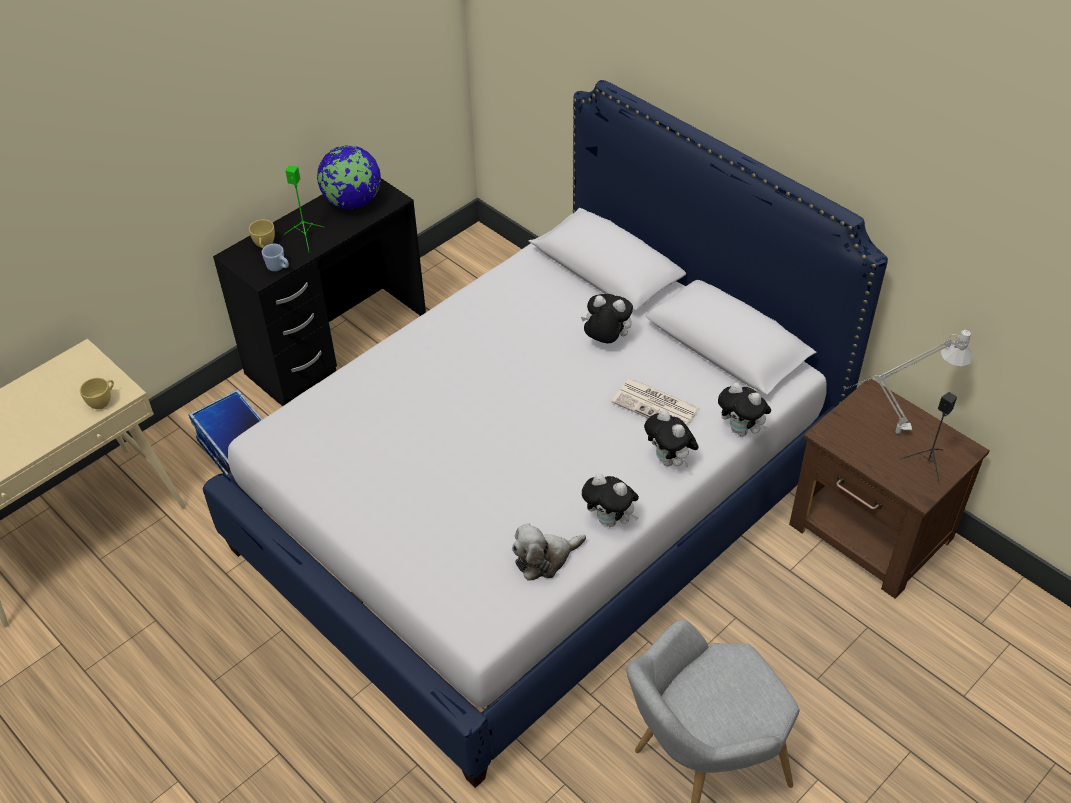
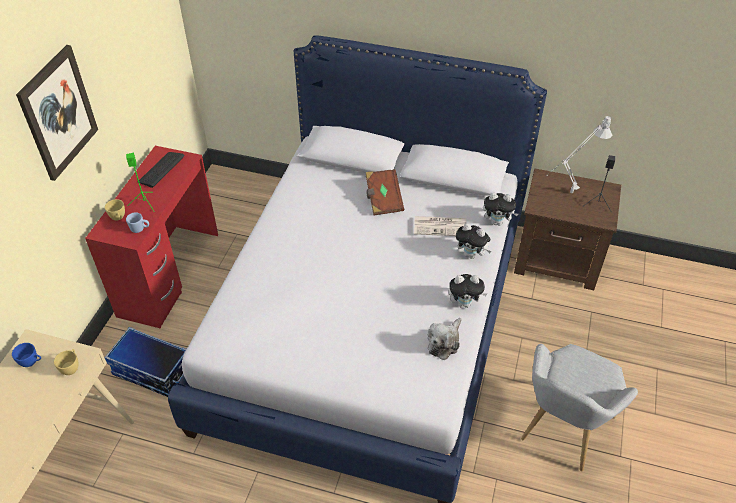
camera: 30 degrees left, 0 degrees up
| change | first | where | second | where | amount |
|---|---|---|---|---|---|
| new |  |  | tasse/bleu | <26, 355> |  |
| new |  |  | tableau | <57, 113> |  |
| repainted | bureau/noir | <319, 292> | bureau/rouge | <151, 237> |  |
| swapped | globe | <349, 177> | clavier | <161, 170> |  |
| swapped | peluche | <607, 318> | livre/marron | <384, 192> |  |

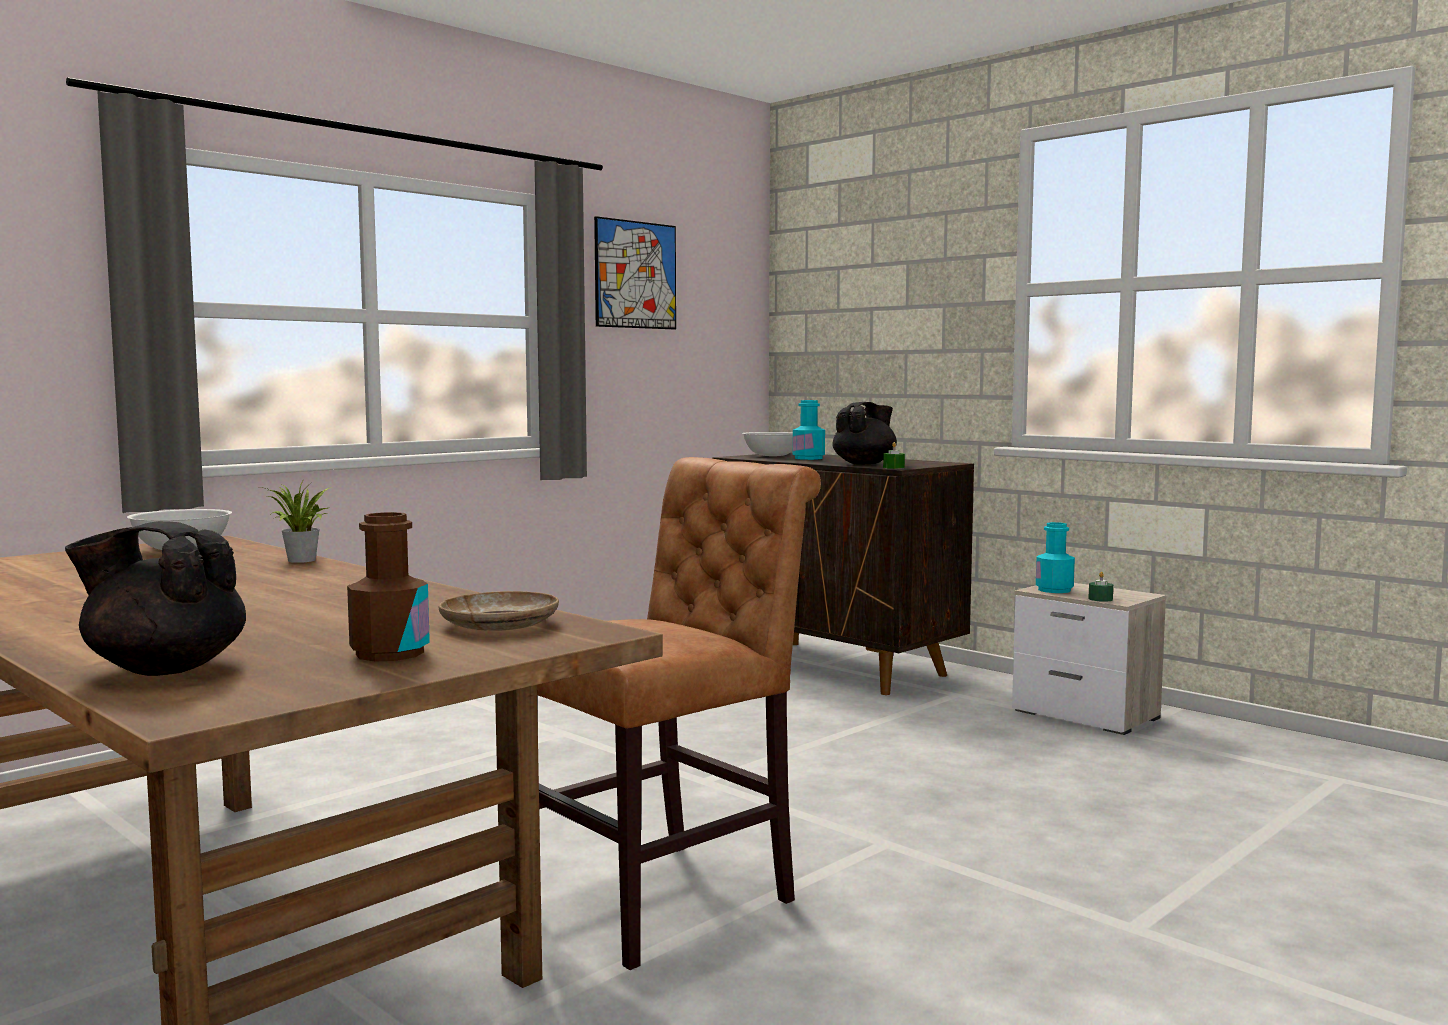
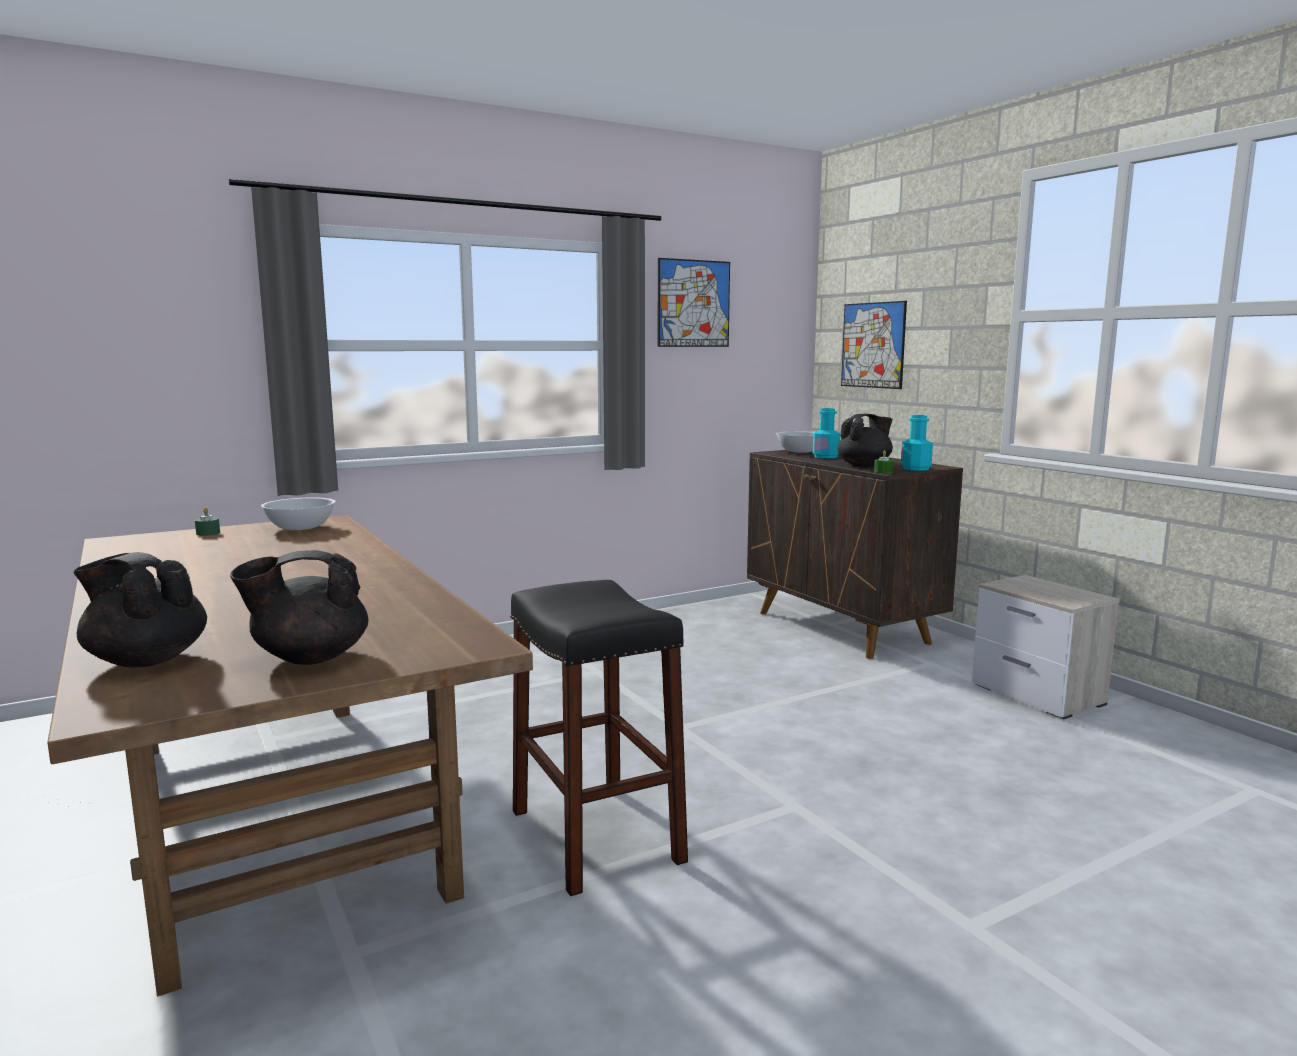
camera: 15 degrees right, 5 degrees up
| change | first | where | second | where | amount |
|---|---|---|---|---|---|
| shifted | bougie/vert | <1100, 587> |  | <207, 522> |  |
| swapped | bouteille/marron | <388, 587> | théière/noir | <299, 607> |  |
| swapped | chaise/marron | <679, 713> | tabouret/noir | <599, 738> |  |
| new |  |  | tableau | <874, 345> |  |
| shifted | bouteille/turquoise | <1055, 557> |  | <917, 443> |  |
| gone | plante en pot | <295, 522> |  |  |  |
| gone | assiette/beige | <498, 611> |  |  |  |

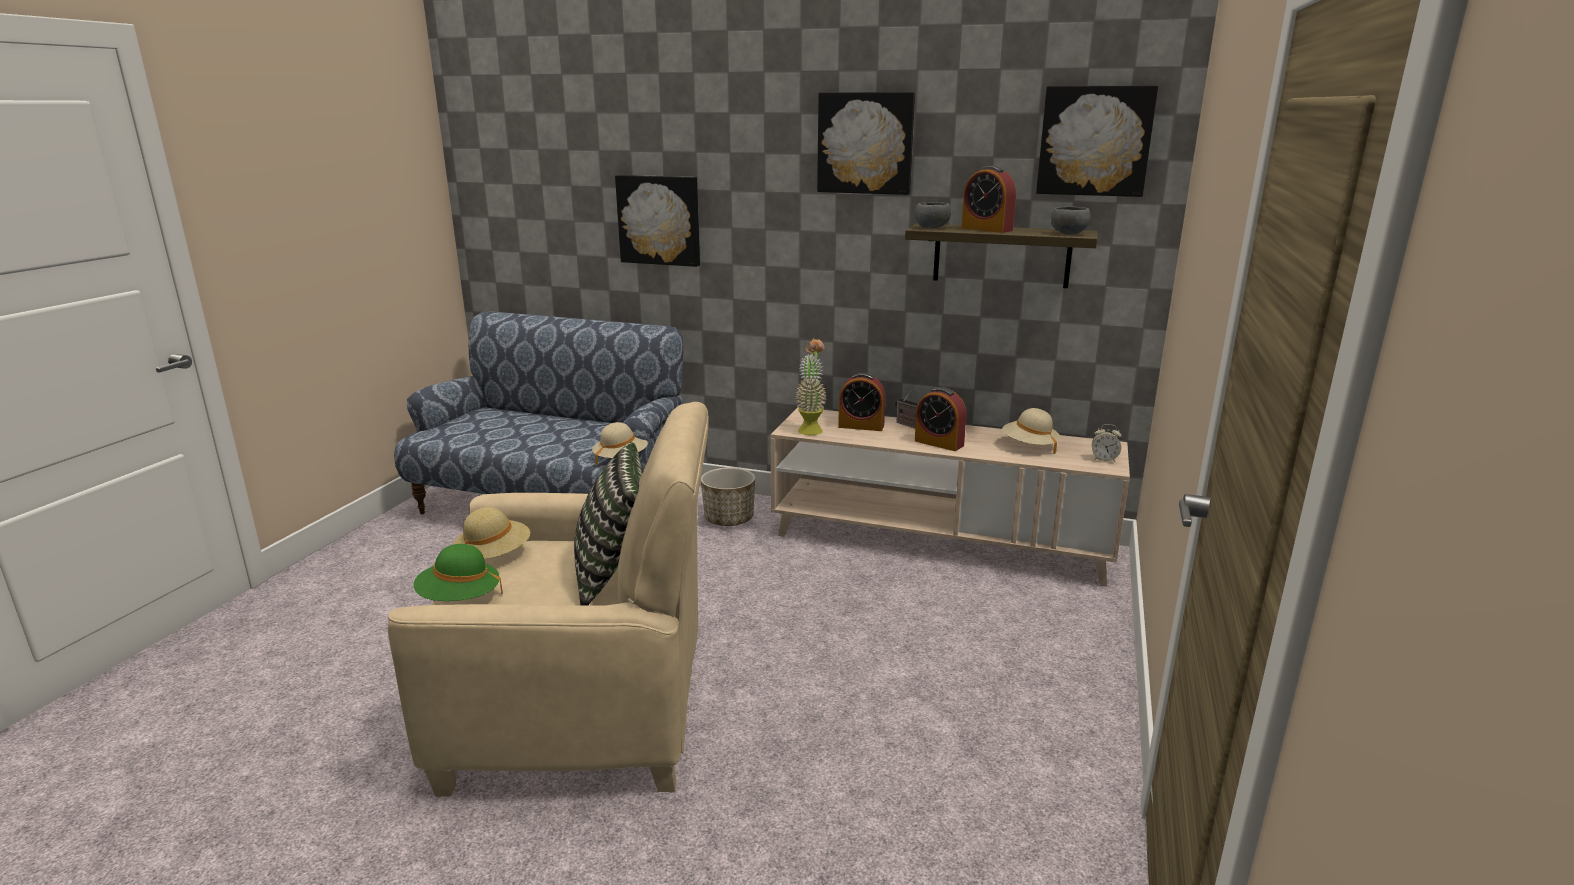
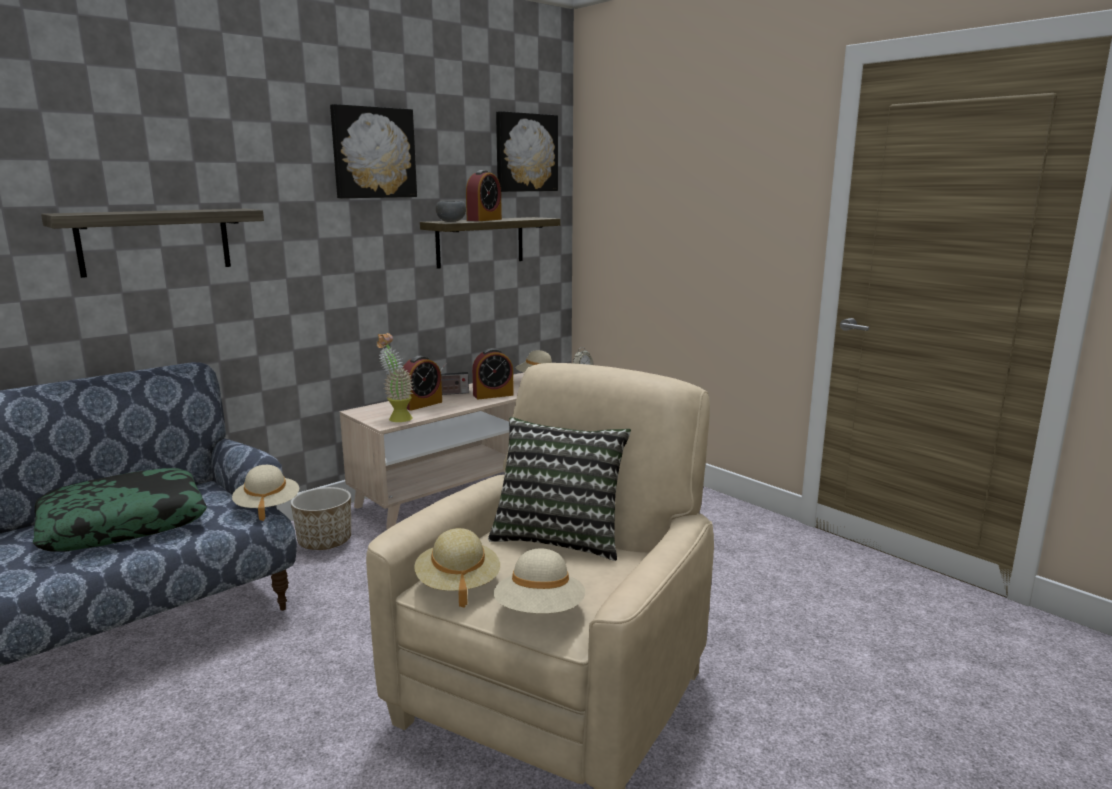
camera: 60 degrees left, 5 degrees down
| change | first | where | second | where | amount |
|---|---|---|---|---|---|
| new |  |  | coussin | <120, 510> |  |
| swapped | tableau | <657, 221> | étagère | <152, 243> |  |
| rotated | réveil | <988, 199> |  | <484, 195> | 45 degrees counterclockwise |
| repainted | chapeau/vert | <458, 572> | chapeau/beige | <539, 581> |  |
| gone | bol/gris | <1071, 220> |  |  |  |

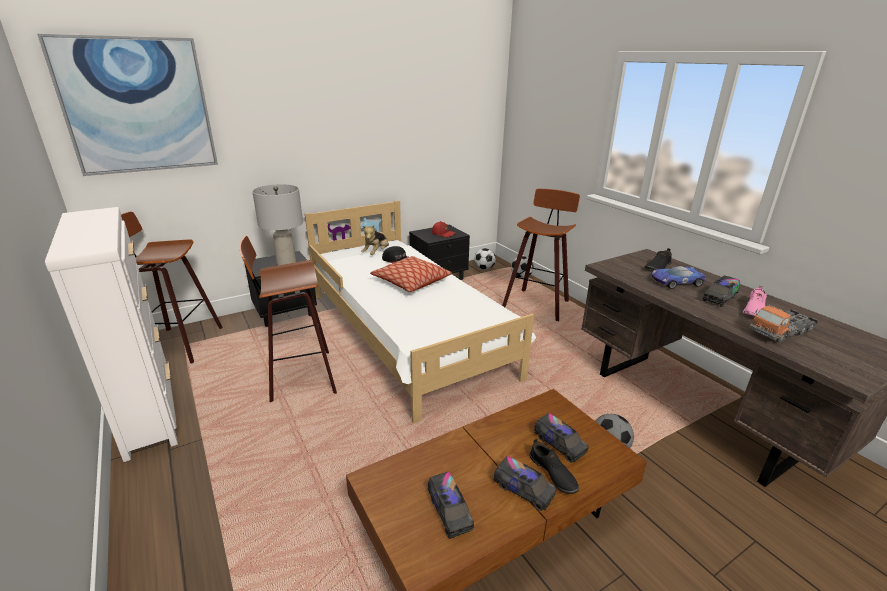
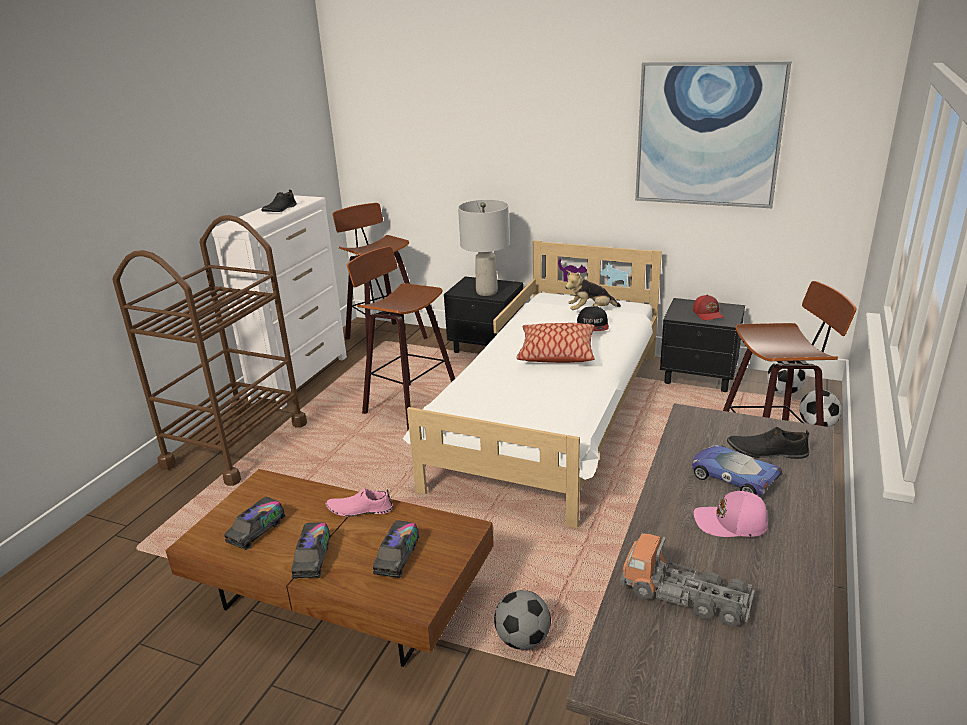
camera: 55 degrees right, 0 degrees up
| change | first | where | second | where | amount |
|---|---|---|---|---|---|
| new |  |  | chariot/marron | <209, 350> |  |
| shifted | chaussure/noir | <554, 466> |  | <279, 201> |  |
| shifted | chaussure/rose | <755, 301> |  | <359, 502> |  |
| shifted | tableau | <127, 105> |  | <713, 134> |  |
| swapped | camion jouet | <721, 291> | casquette/rose | <731, 514> |  |

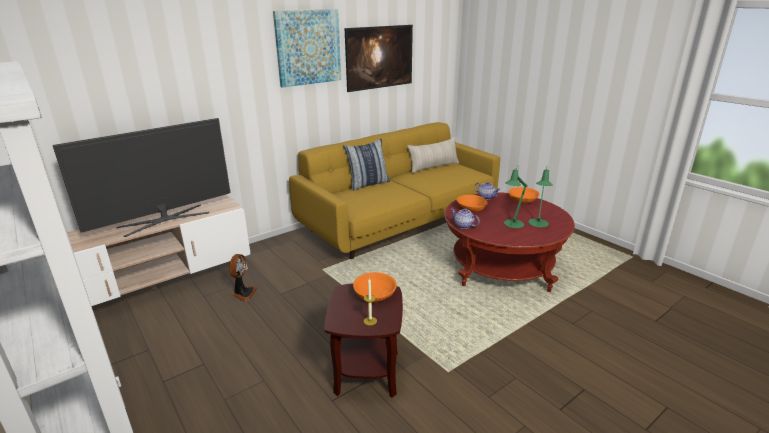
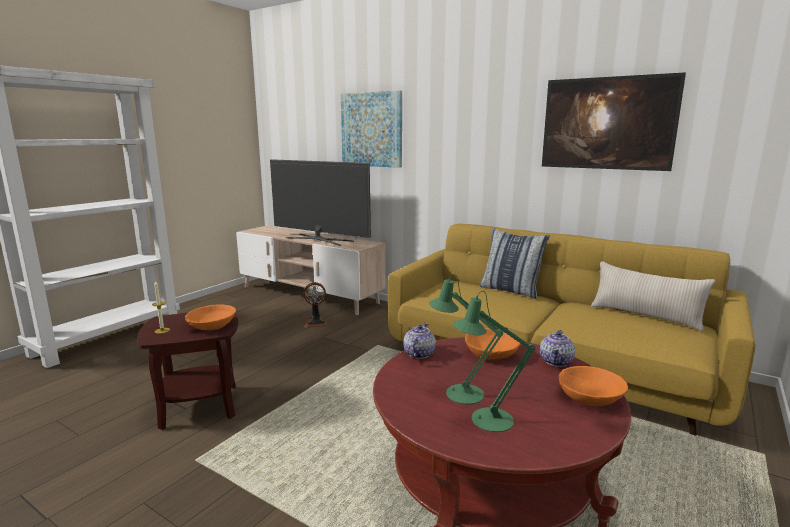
camera: 70 degrees right, 10 degrees down
| change | first | where | second | where | amount |
|---|---|---|---|---|---|
| shifted | tableau | <307, 48> |  | <371, 129> |  |

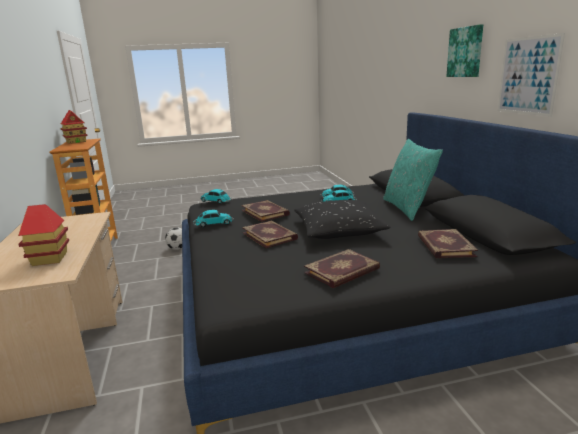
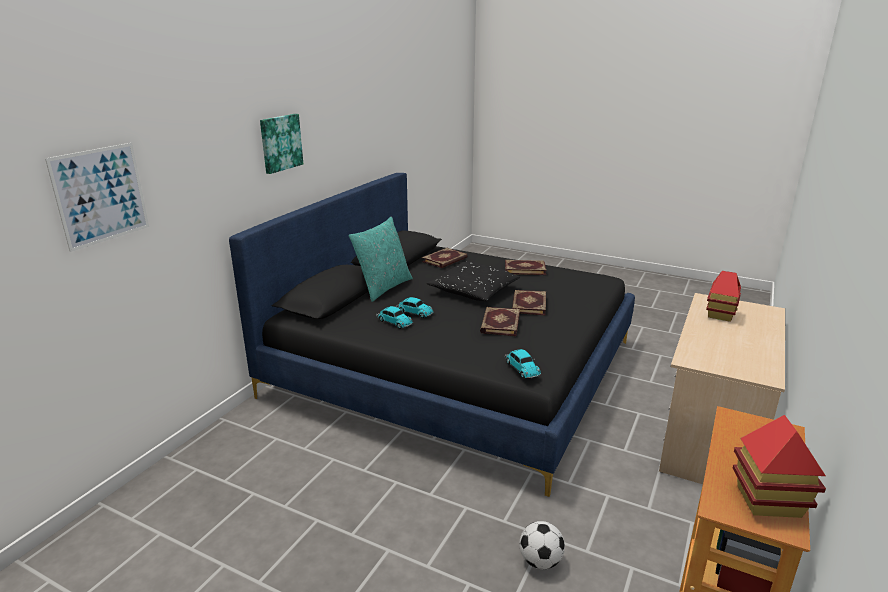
camera: 140 degrees left, 5 degrees up
| change | first | where | second | where | amount |
|---|---|---|---|---|---|
| shifted | tableau | <531, 75> |  | <97, 197> |  |
| gone | petite voiture | <213, 219> |  |  |  |

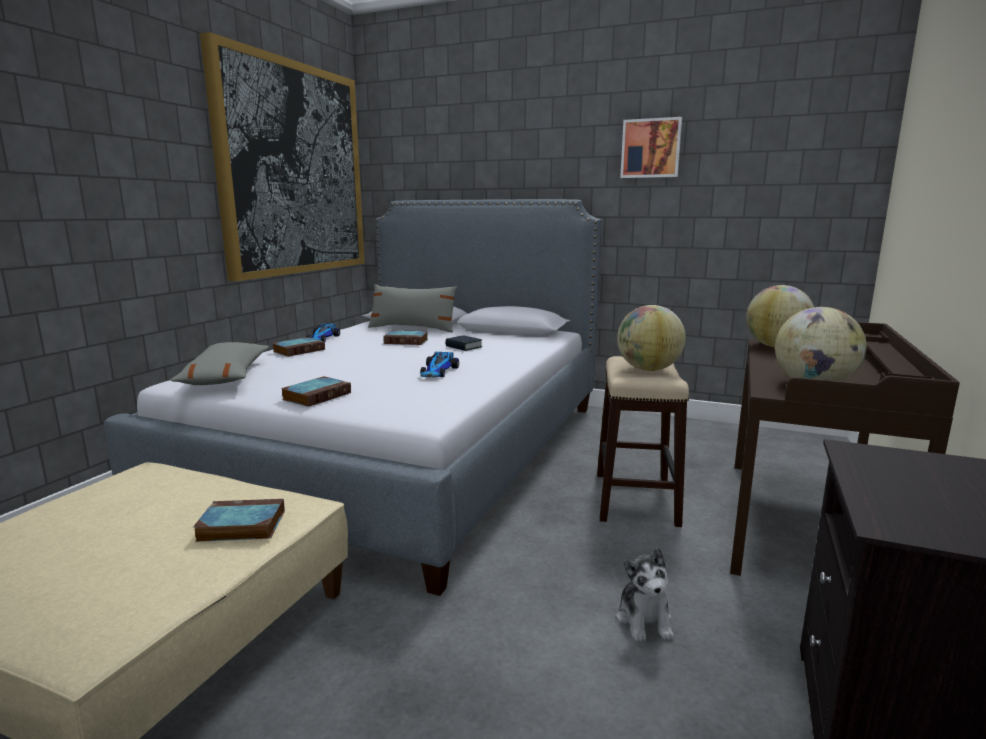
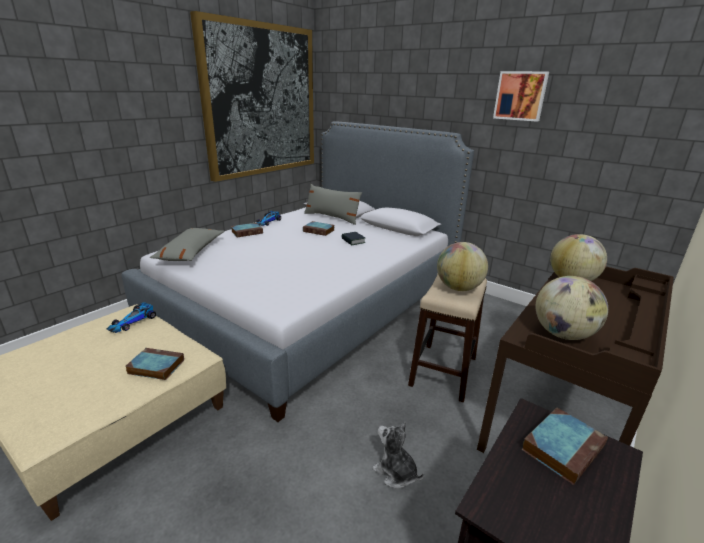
camera: 15 degrees right, 10 degrees up
| change | first | where | second | where | amount |
|---|---|---|---|---|---|
| shifted | petite voiture | <439, 365> |  | <131, 317> |  |
| rotated | peluche | <645, 595> |  | <398, 455> | 120 degrees clockwise |
| shifted | livre | <316, 391> |  | <565, 446> |  |

